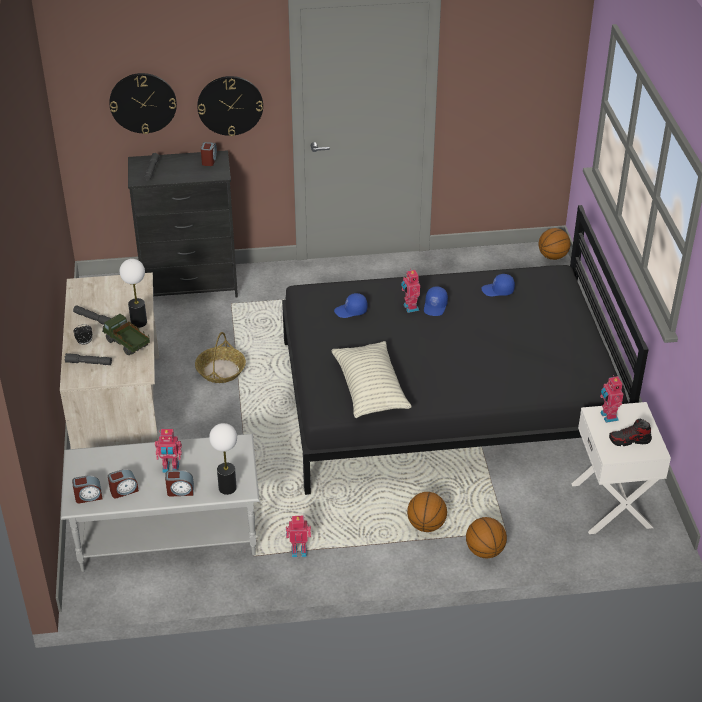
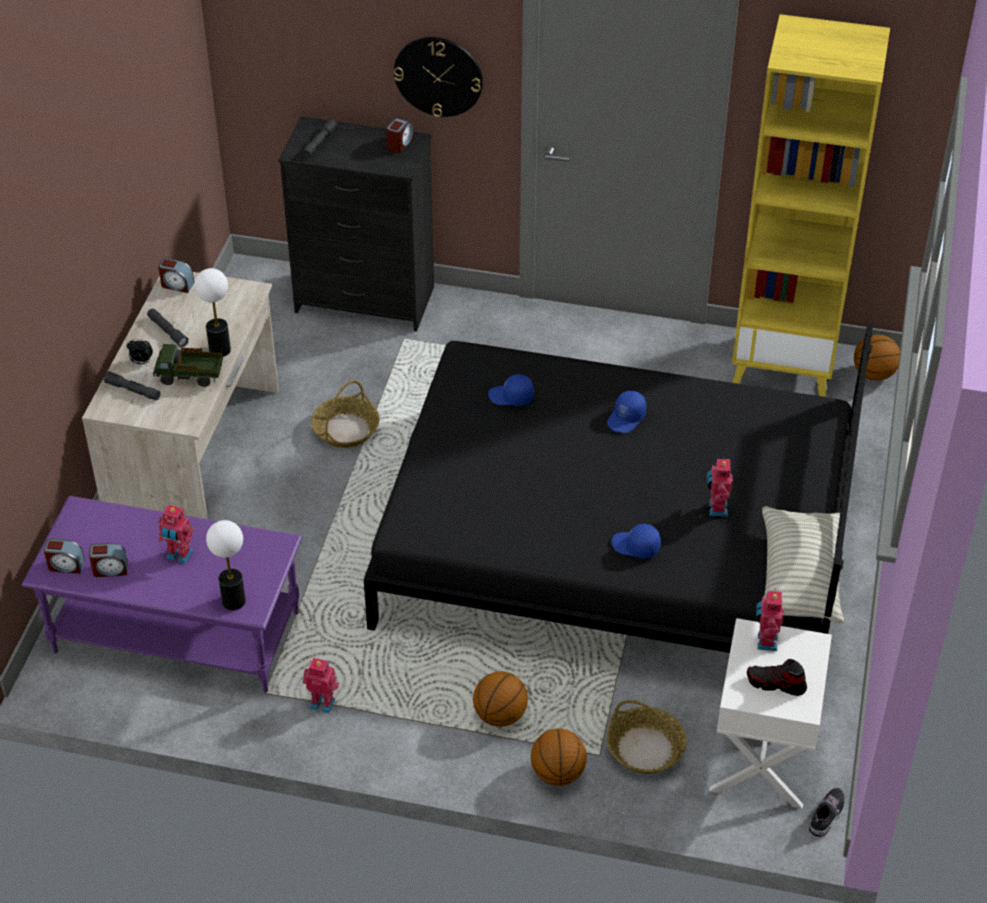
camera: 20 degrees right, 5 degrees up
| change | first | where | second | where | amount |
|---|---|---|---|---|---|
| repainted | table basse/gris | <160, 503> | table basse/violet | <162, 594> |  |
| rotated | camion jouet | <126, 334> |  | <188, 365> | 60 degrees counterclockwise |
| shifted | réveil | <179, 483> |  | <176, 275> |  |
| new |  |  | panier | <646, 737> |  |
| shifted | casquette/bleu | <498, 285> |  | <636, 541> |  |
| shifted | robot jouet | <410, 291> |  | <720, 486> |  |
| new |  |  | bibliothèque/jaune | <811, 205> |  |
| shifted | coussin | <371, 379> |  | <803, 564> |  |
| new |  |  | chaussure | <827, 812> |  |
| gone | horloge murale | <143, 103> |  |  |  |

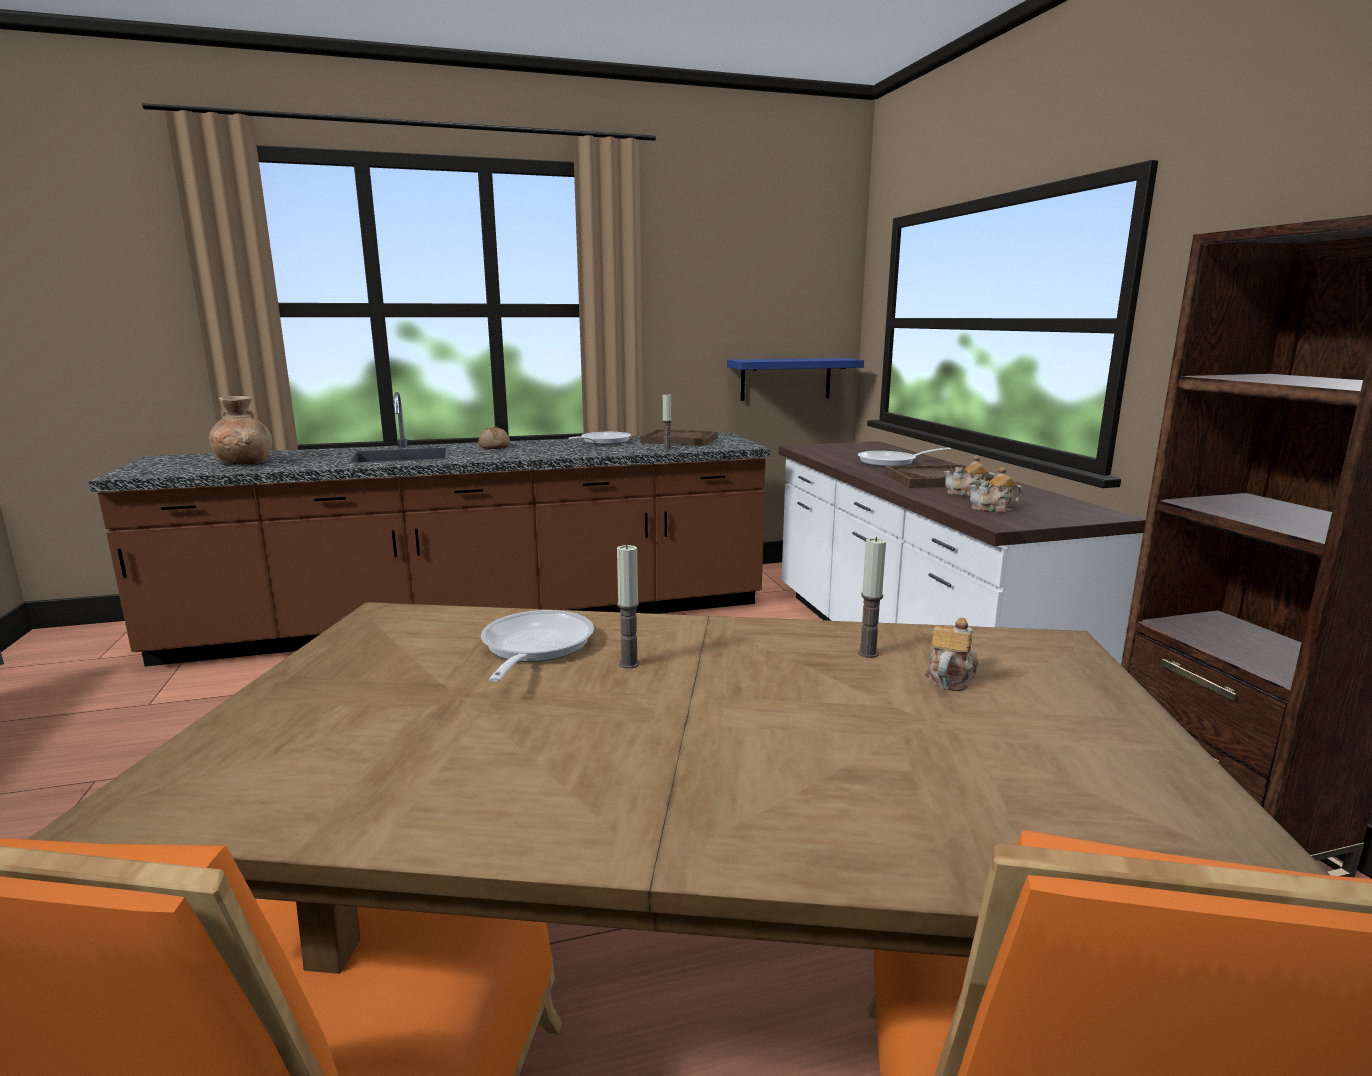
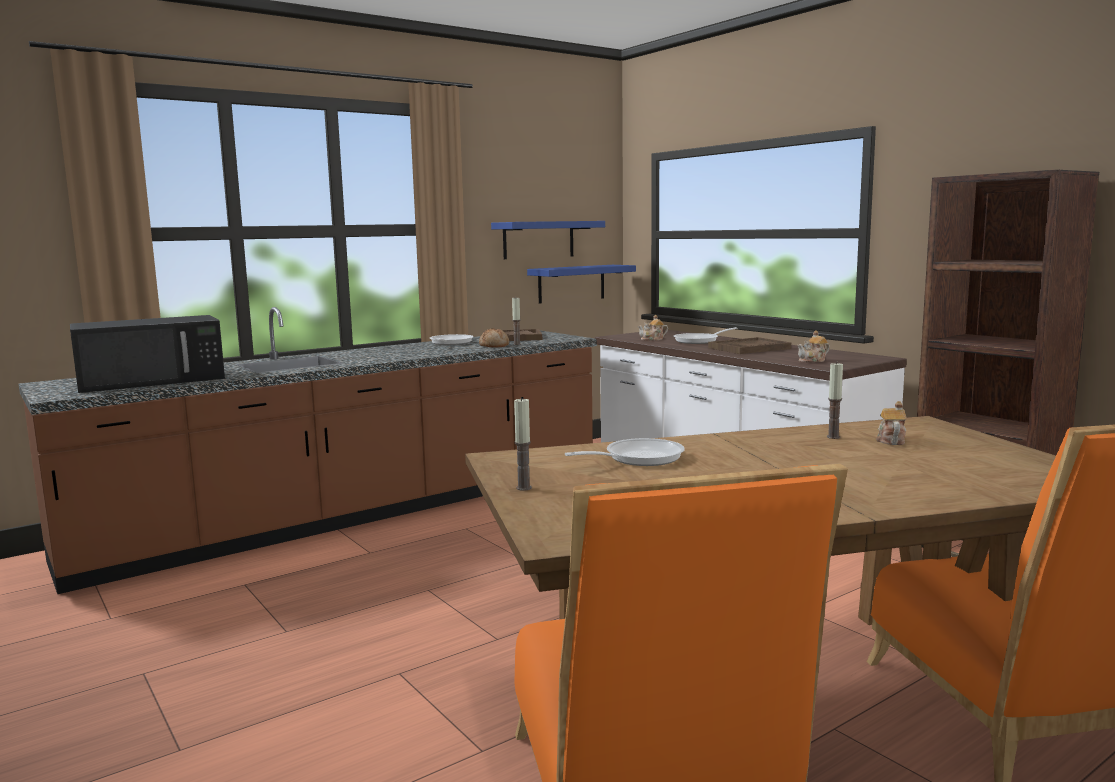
camera: 20 degrees left, 5 degrees down
| change | first | where | second | where | amount |
|---|---|---|---|---|---|
| swapped | vase/marron | <240, 430> | micro-ondes/noir | <147, 354> |  |
| shifted | pain | <494, 438> |  | <494, 337> |  |
| new |  |  | étagère/bleu | <548, 240> |  |
| shifted | bougie | <628, 606> |  | <523, 444> |  |
| rotated | poêle | <537, 646> |  | <625, 452> | 75 degrees clockwise |
| shifted | théière | <969, 476> |  | <653, 327> |  |

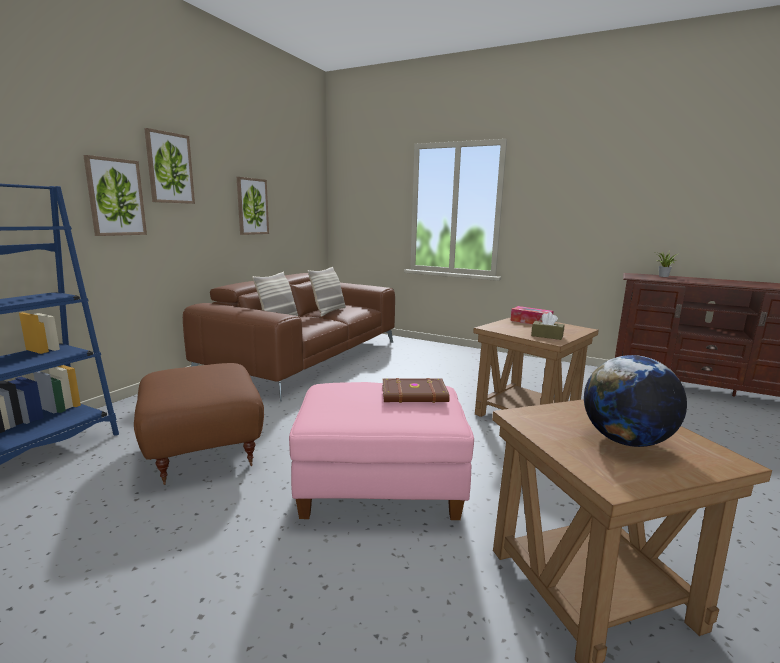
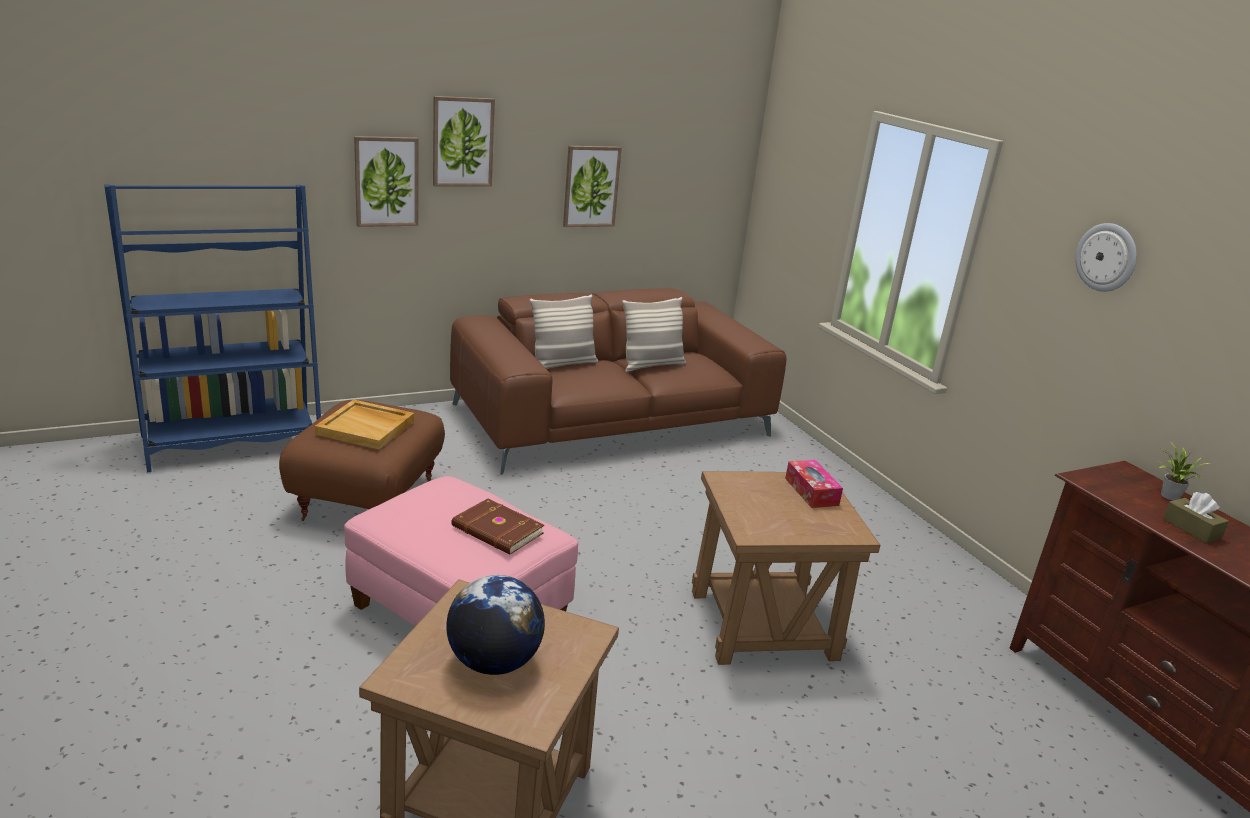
camera: 35 degrees right, 10 degrees up
| change | first | where | second | where | amount |
|---|---|---|---|---|---|
| new |  |  | plateau/beige | <364, 424> |  |
| new |  |  | horloge murale | <1106, 257> |  |
| shifted | boîte à mouchoirs/marron | <547, 326> |  | <1196, 517> |  |

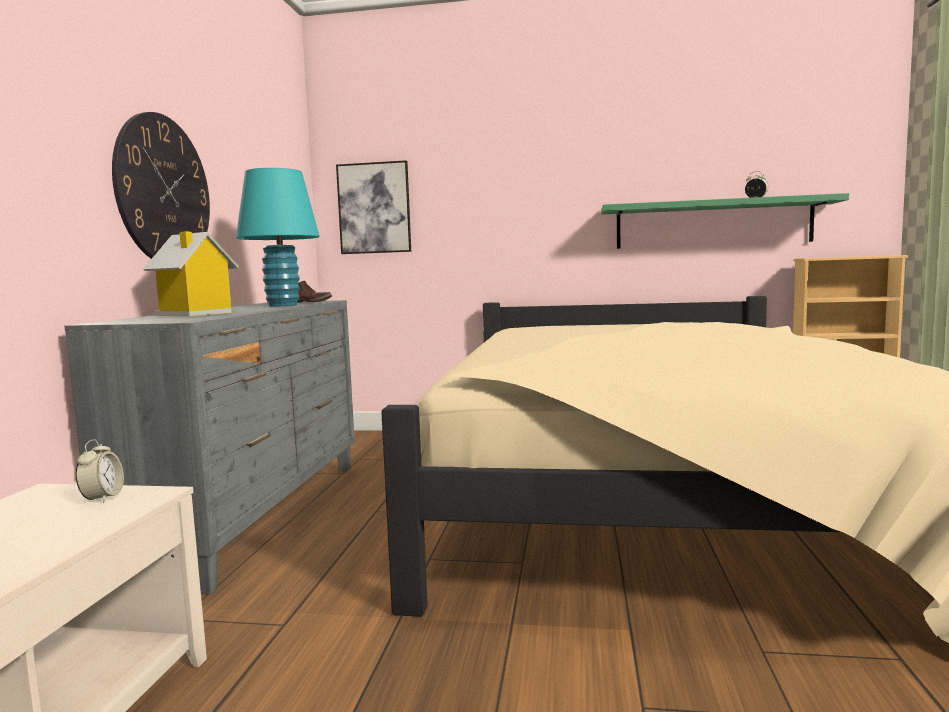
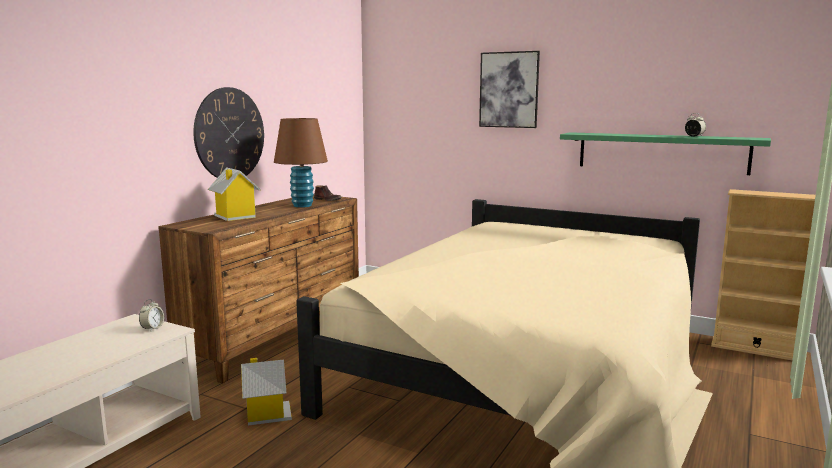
camera: 20 degrees right, 5 degrees up
| change | first | where | second | where | amount |
|---|---|---|---|---|---|
| repainted | commode/gris | <209, 447> | commode/marron | <258, 289> |  |
| new |  |  | maison miniature | <266, 392> |  |
| repainted | lampe de table/turquoise | <278, 237> | lampe de table/marron | <301, 163> |  |
| shifted | tableau | <373, 207> |  | <509, 89> |  |

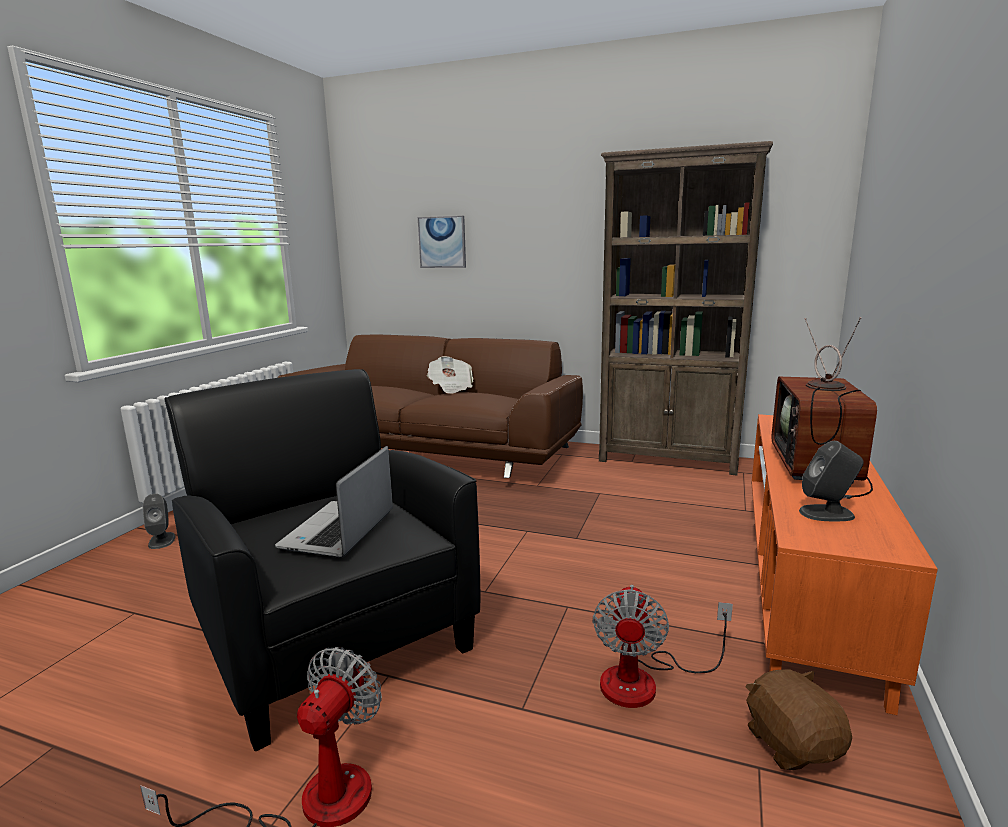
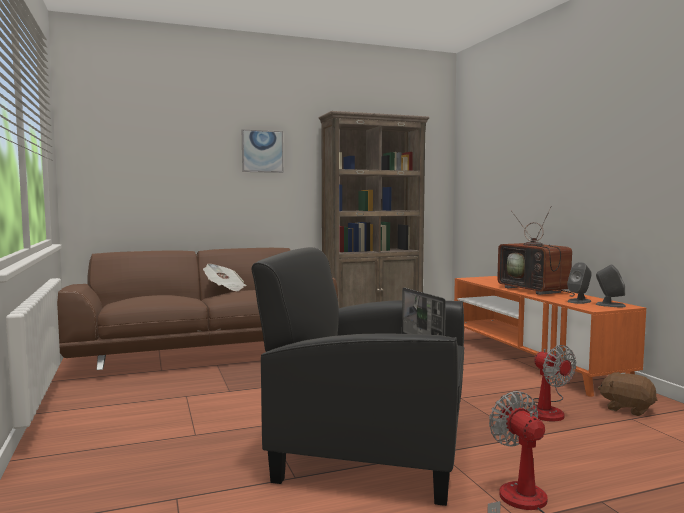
camera: 40 degrees left, 10 degrees down
| change | first | where | second | where | amount |
|---|---|---|---|---|---|
| shifted | tableau | <442, 242> |  | <262, 151> |  |
| shifted | enceinte/gris | <159, 521> |  | <611, 285> |  |

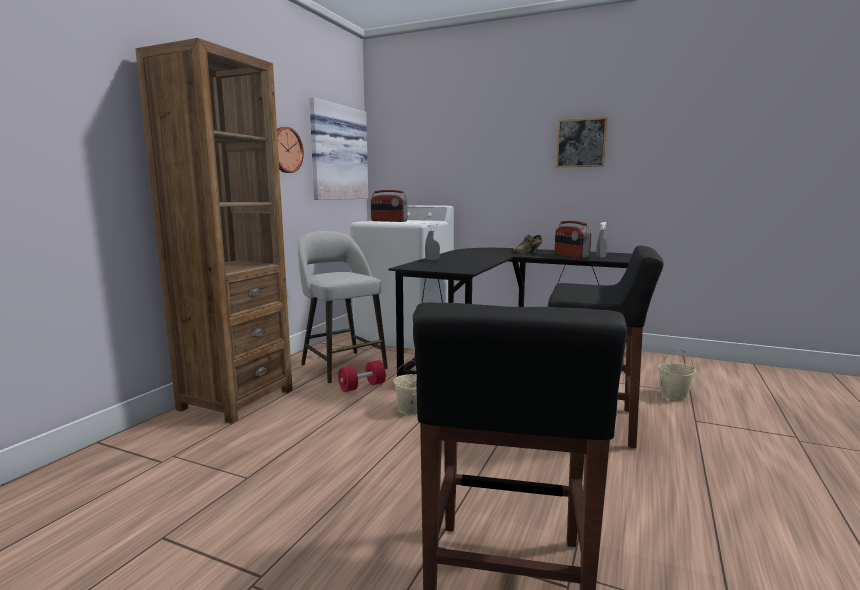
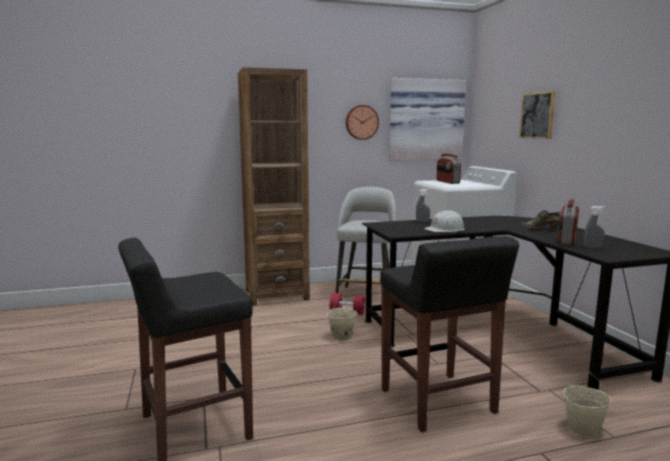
camera: 50 degrees right, 0 degrees up
| change | first | where | second | where | amount |
|---|---|---|---|---|---|
| new |  |  | casque de chantier/blanc | <444, 221> |  |
| shifted | tableau | <581, 142> |  | <537, 115> |  |

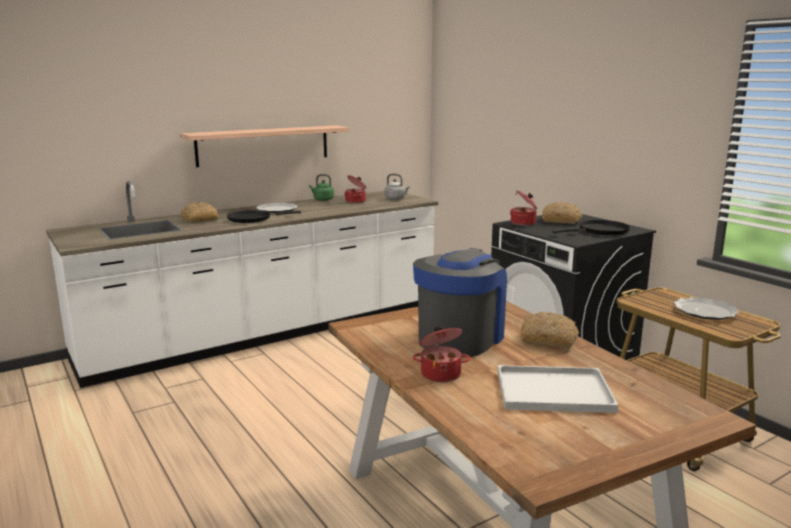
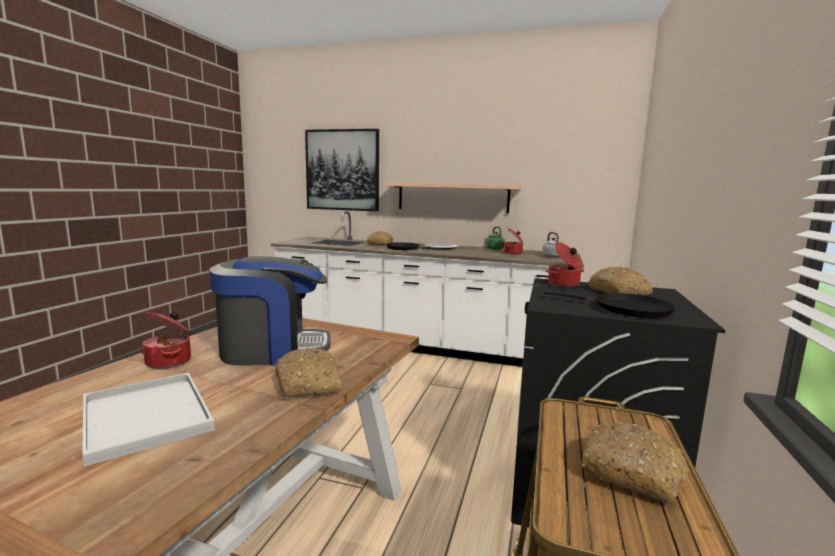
camera: 50 degrees right, 5 degrees down
| change | first | where | second | where | amount |
|---|---|---|---|---|---|
| new |  |  | tableau | <342, 170> |  |
| swapped | assiette | <706, 308> | pain | <635, 462> |  |

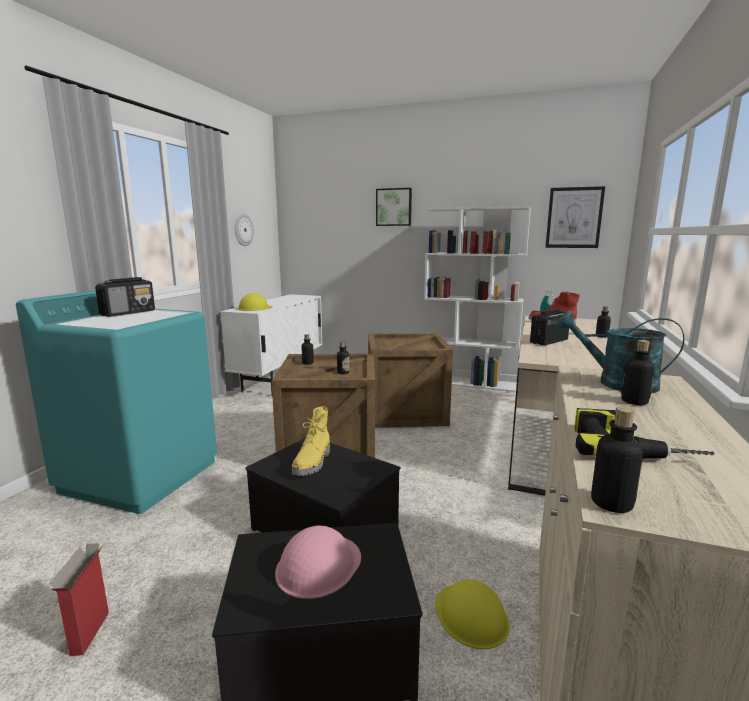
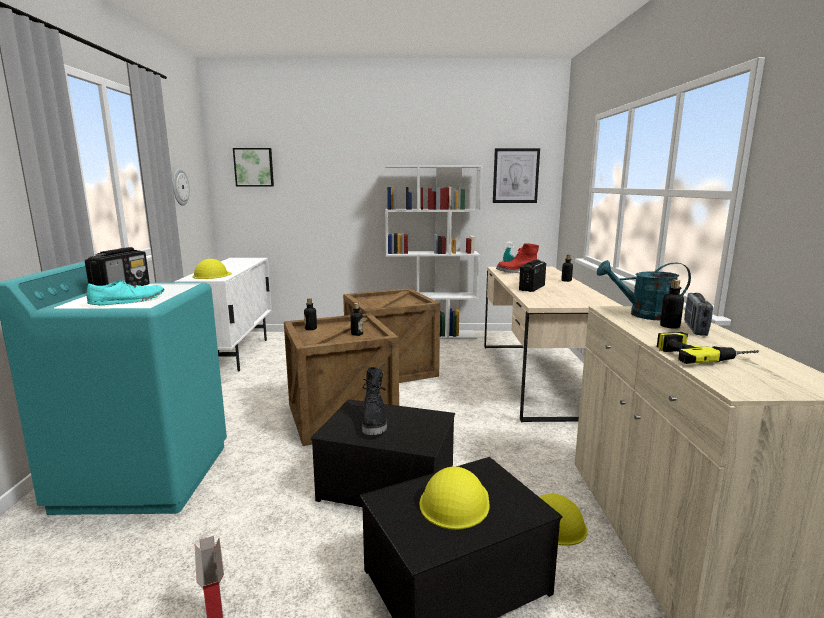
camera: 20 degrees left, 0 degrees up
| change | first | where | second | where | amount |
|---|---|---|---|---|---|
| new |  |  | chaussure/turquoise | <125, 292> |  |
| shifted | tableau | <394, 207> |  | <253, 167> |  |
| repainted | botte/jaune | <311, 441> | botte/noir | <374, 401> |  |
| repainted | casque de chantier/rose | <318, 562> | casque de chantier/jaune | <454, 498> |  |
| new |  |  | radio | <698, 314> |  |
| gone | bouteille | <617, 459> |  |  |  |

